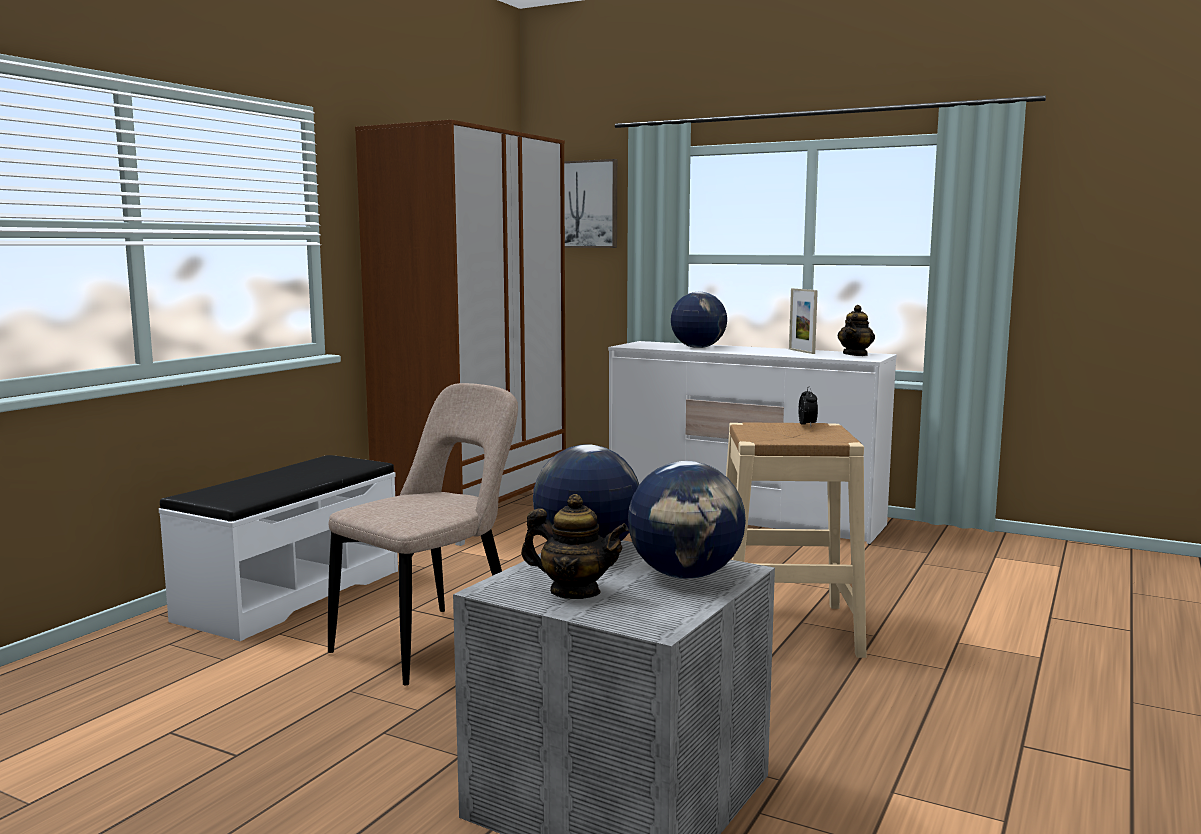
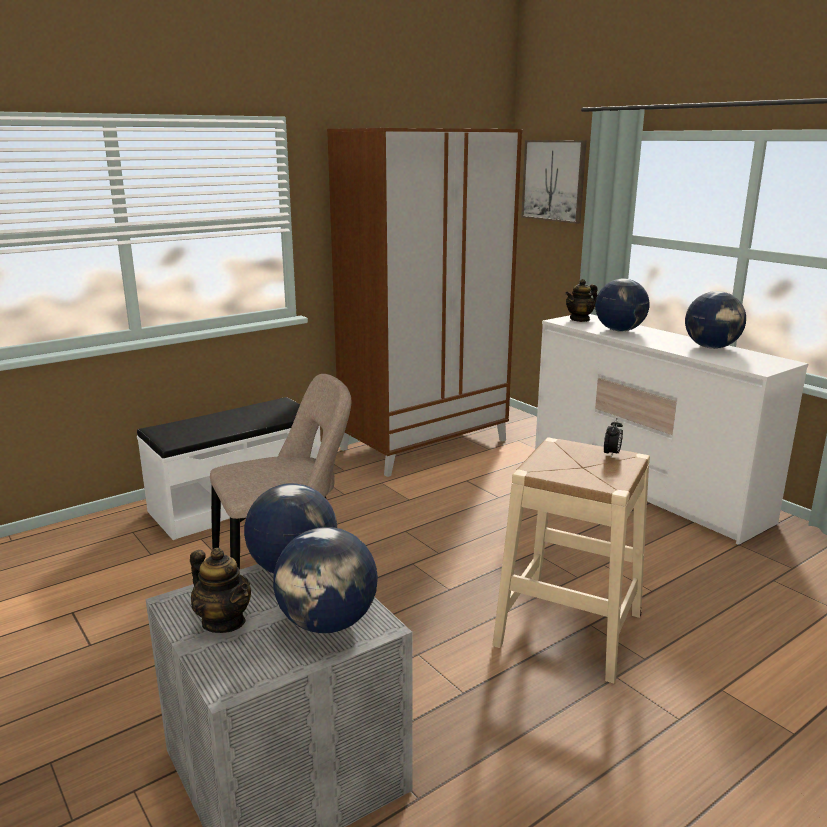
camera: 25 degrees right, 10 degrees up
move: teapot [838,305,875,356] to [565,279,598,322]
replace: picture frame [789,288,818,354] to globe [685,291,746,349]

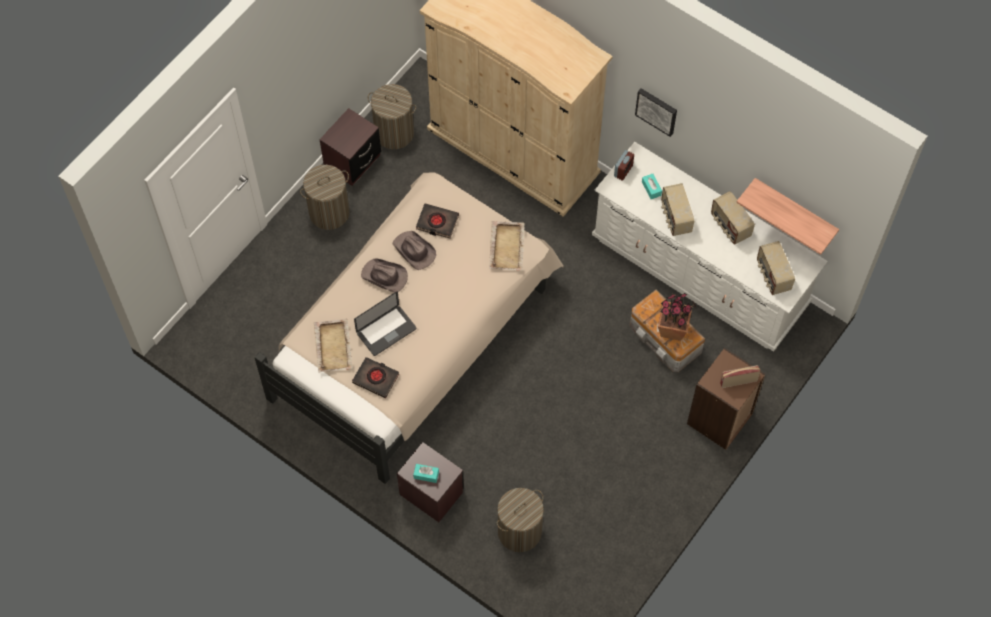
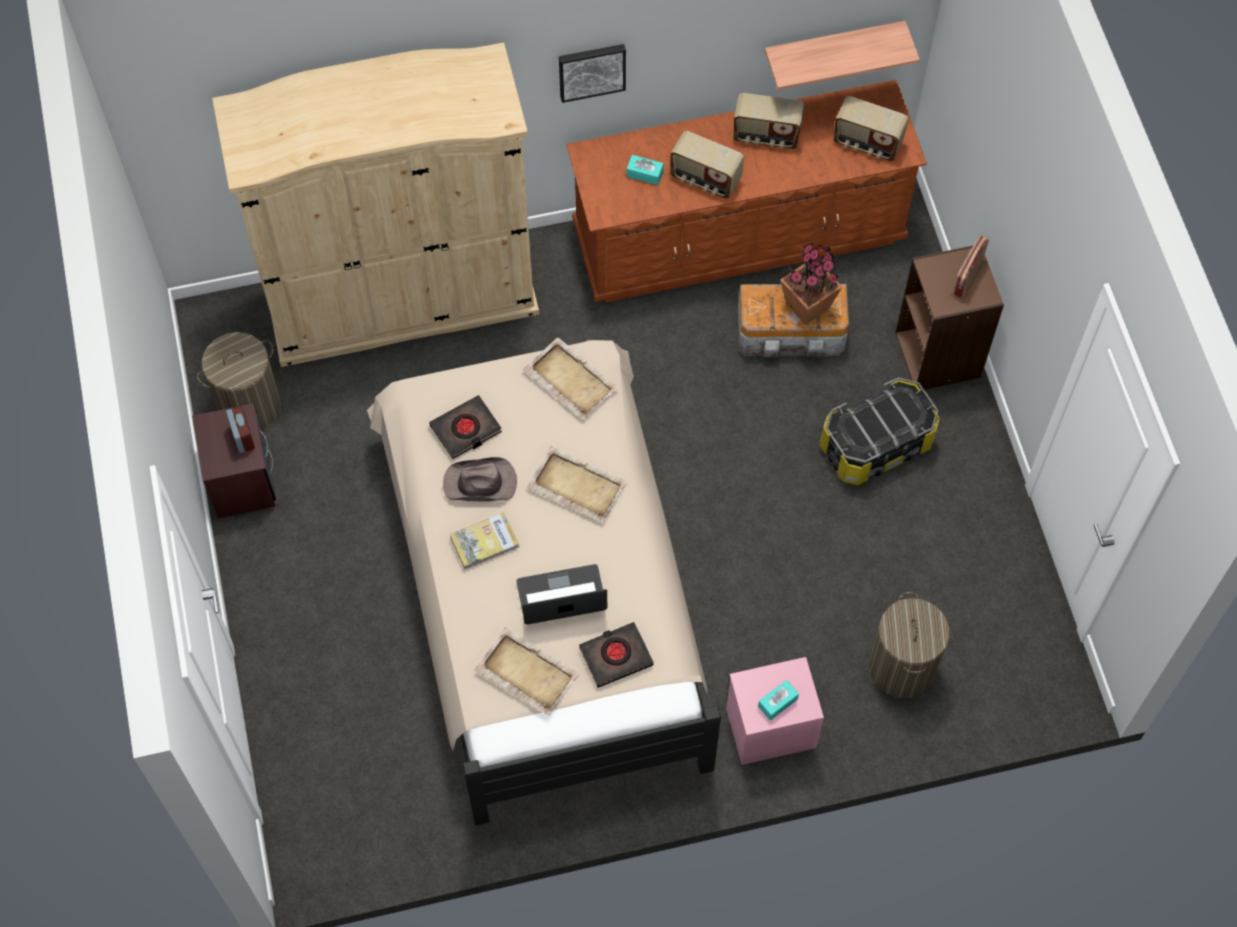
camera: 50 degrees left, 0 degrees up
delete: laundry basket [300,165,350,230]
insert: tray/beige [527,446,628,523]; storage box [820,377,939,485]
move: alarm clock [614,150,634,181] to [226,406,255,453]
replace: hat/brown [361,258,408,293] to book [450,512,520,570]
recolor: nightstand/brown [397,442,464,522] to nightstand/pink [726,657,824,765]; dresser/white [592,142,828,352] to dresser/brown [566,80,927,302]
rotate: laptop [354,291,416,356] = [517,564,607,625] 105 degrees counterclockwise

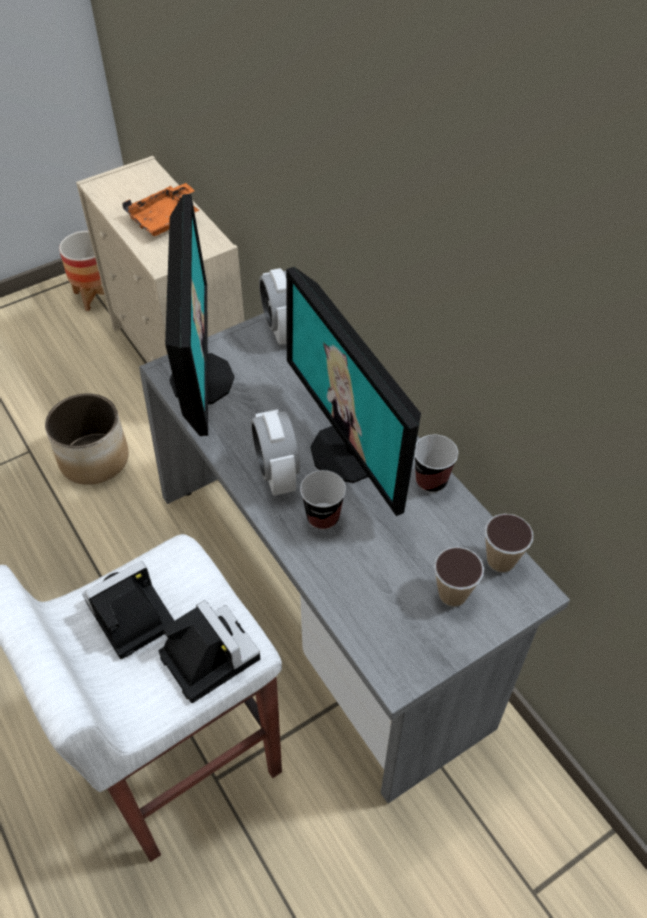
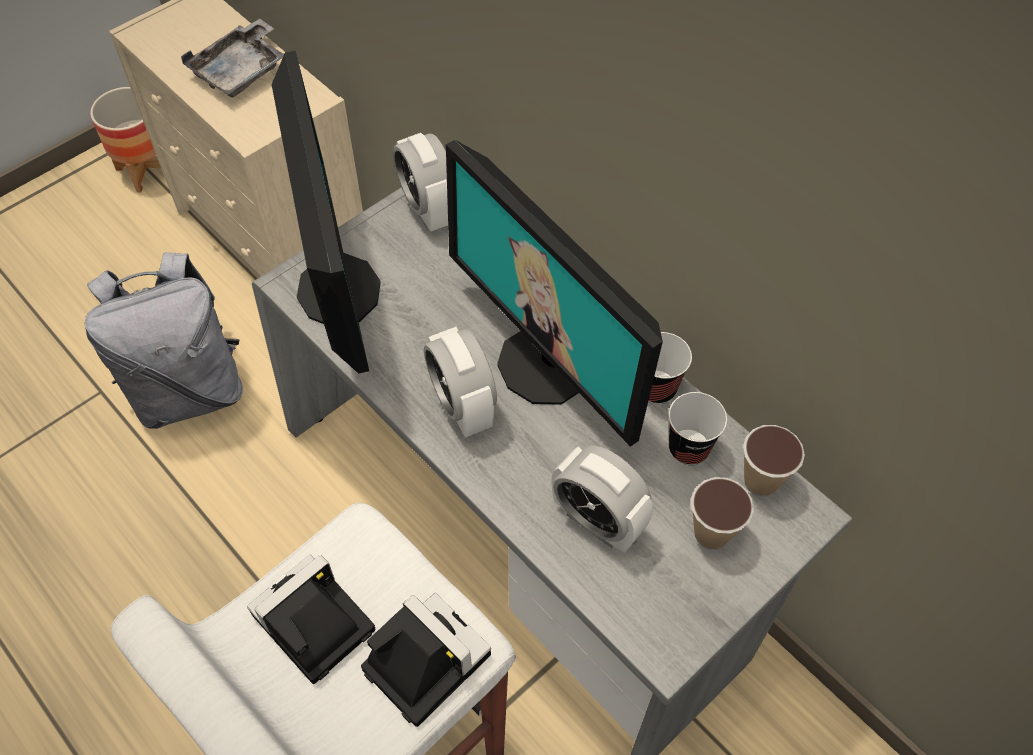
camera: 10 degrees left, 5 degrees up
insert: alarm clock [552,445,653,553]
move: cup [300,470,346,530] to [669,392,727,465]
replace: planter [45,393,129,485] to backpack/grey [85,252,243,429]
recolor: tray/orange [122,183,199,236] to tray/grey [181,19,284,98]

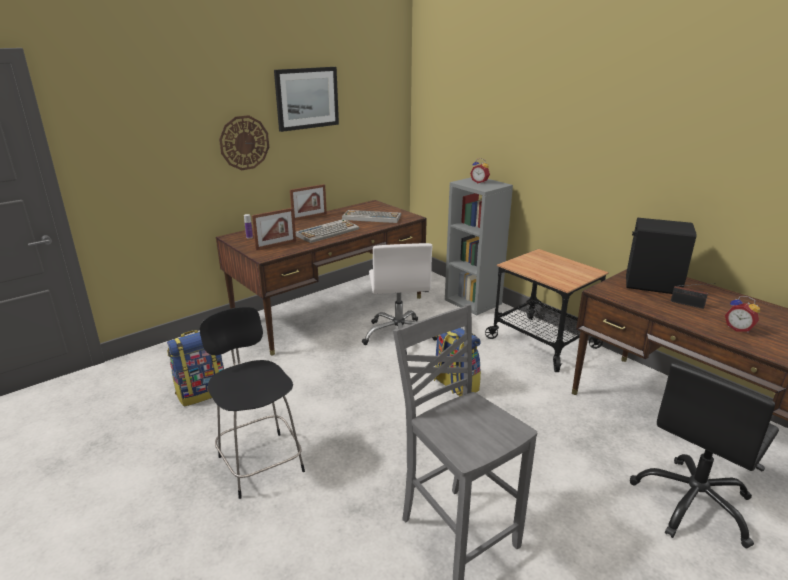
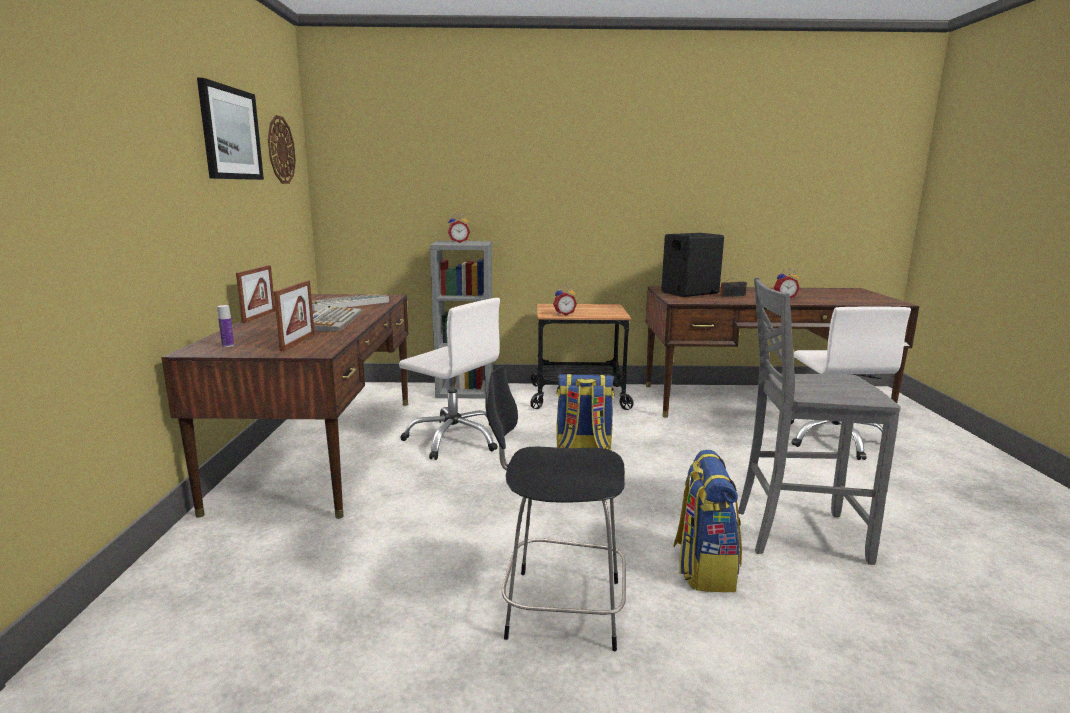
camera: 50 degrees left, 10 degrees down
insert: alarm clock [553,285,577,315]
move: backpack [167,330,224,407] to [673,450,742,592]; wall clock [219,115,269,170] to [268,115,296,184]
recolor: office chair/black [630,363,779,548] to office chair/white [791,307,911,460]

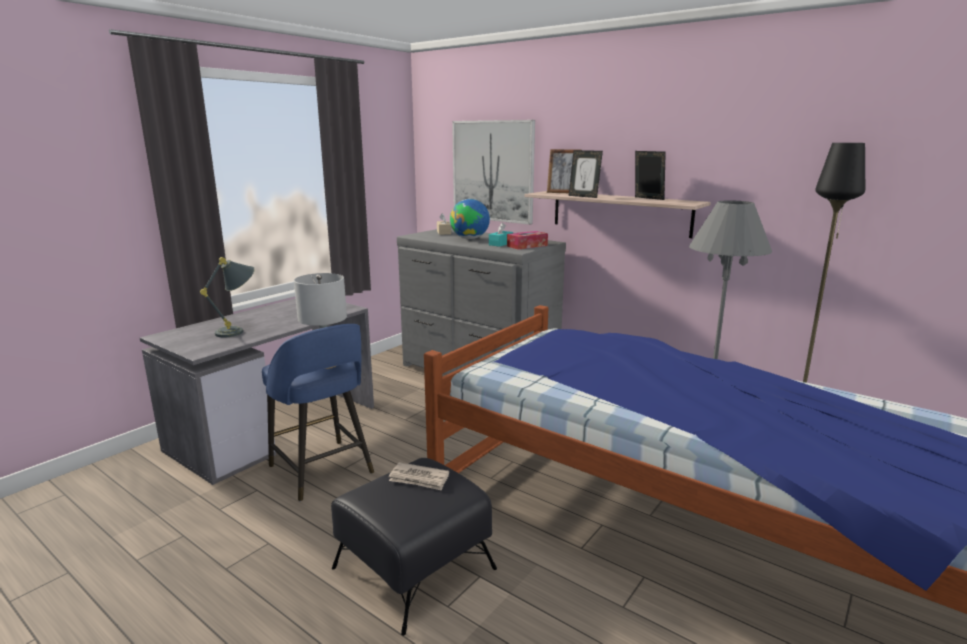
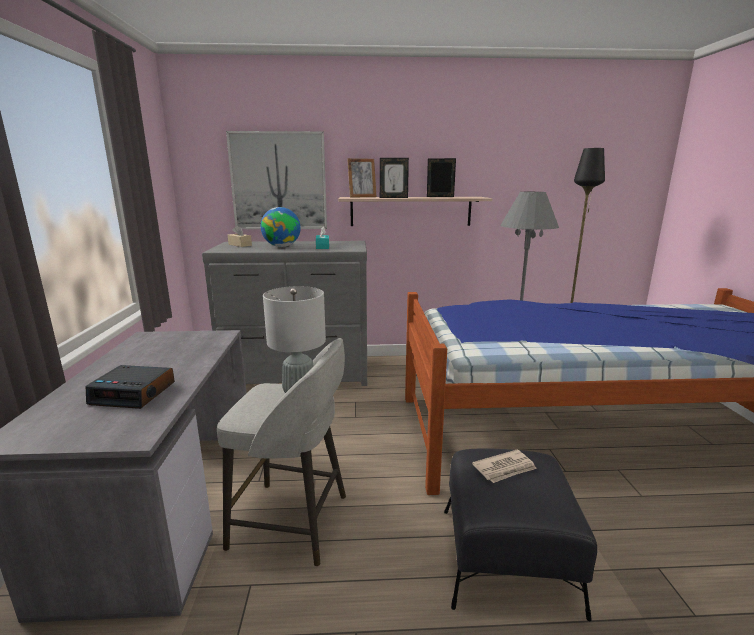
camera: 40 degrees left, 0 degrees up
delete: tissue box [507,231,548,250]
replace: table lamp/grey [200,257,255,338] to alarm clock [86,365,175,409]
recolor: stool/blue [262,324,374,501] to stool/grey [217,338,346,566]

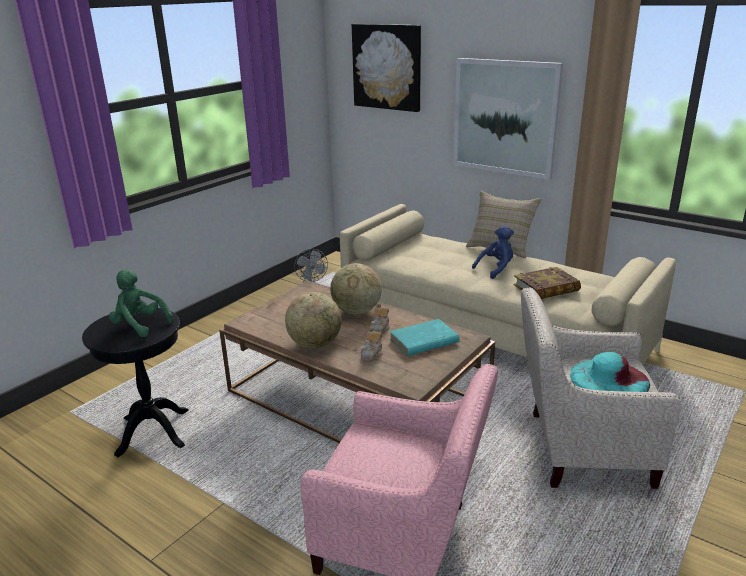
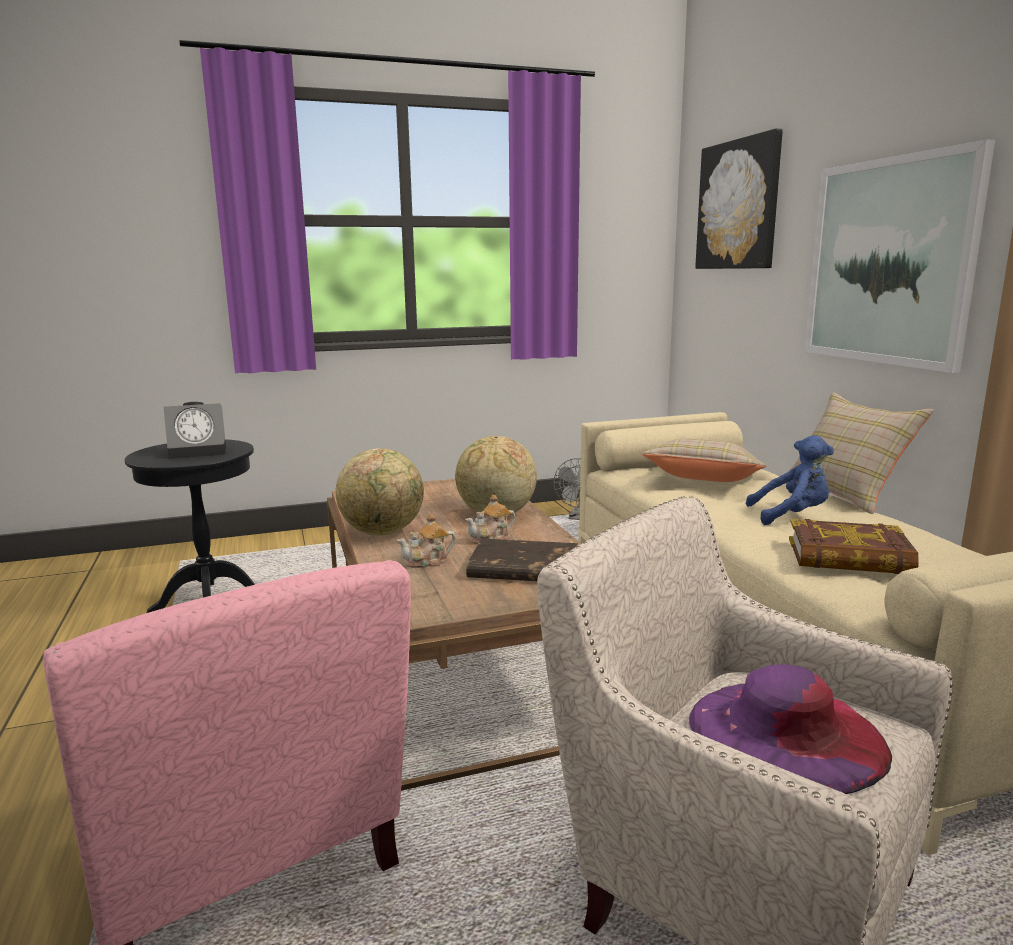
camera: 35 degrees right, 10 degrees down
insert: pillow/beige [642,439,766,482]
replace: plush toy/green [109,270,174,337] to alarm clock [164,402,226,459]
recolor: book/turquoise [389,319,460,356] to book/brown [466,538,578,581]; hat/turquoise [570,352,650,392] to hat/purple [689,664,892,794]

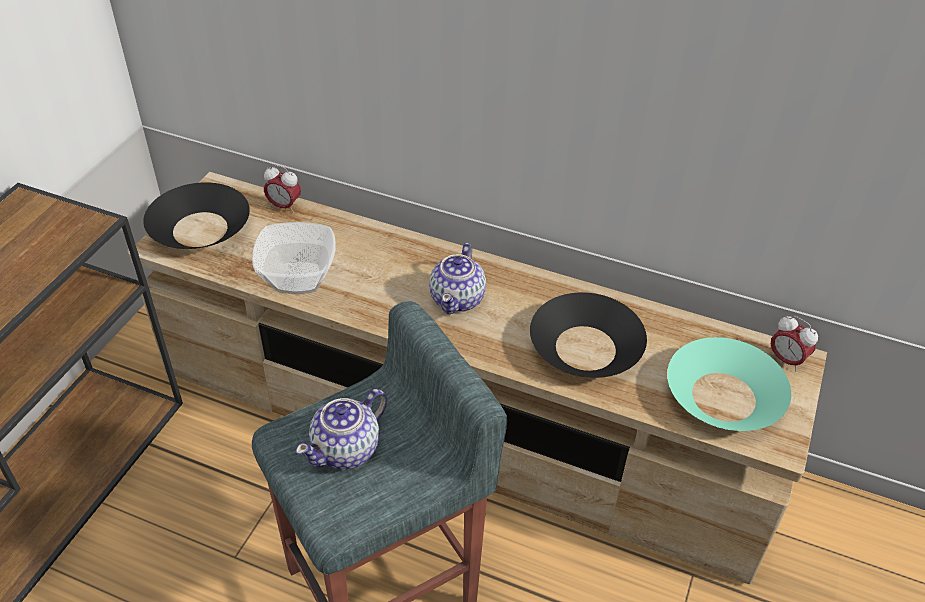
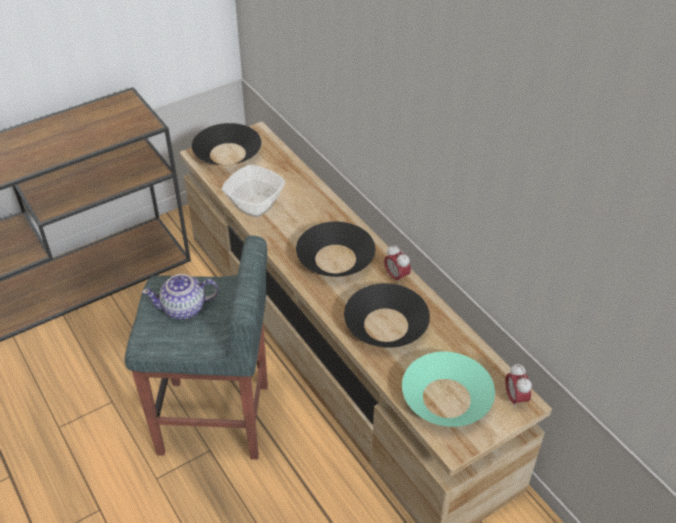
camera: 35 degrees right, 0 degrees up
move: alarm clock [264,165,301,213] to [384,245,411,285]
replace: teapot [429,243,486,314] to bowl/black [296,222,375,277]

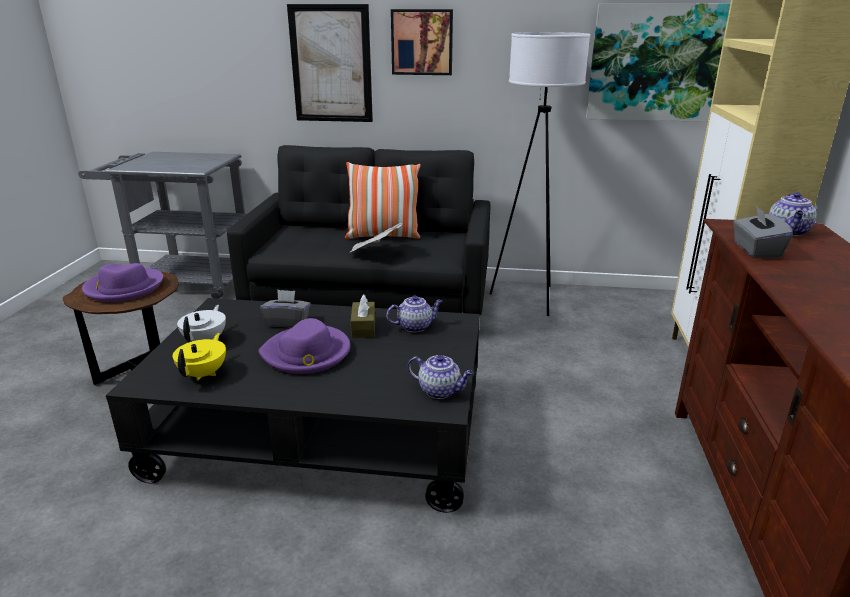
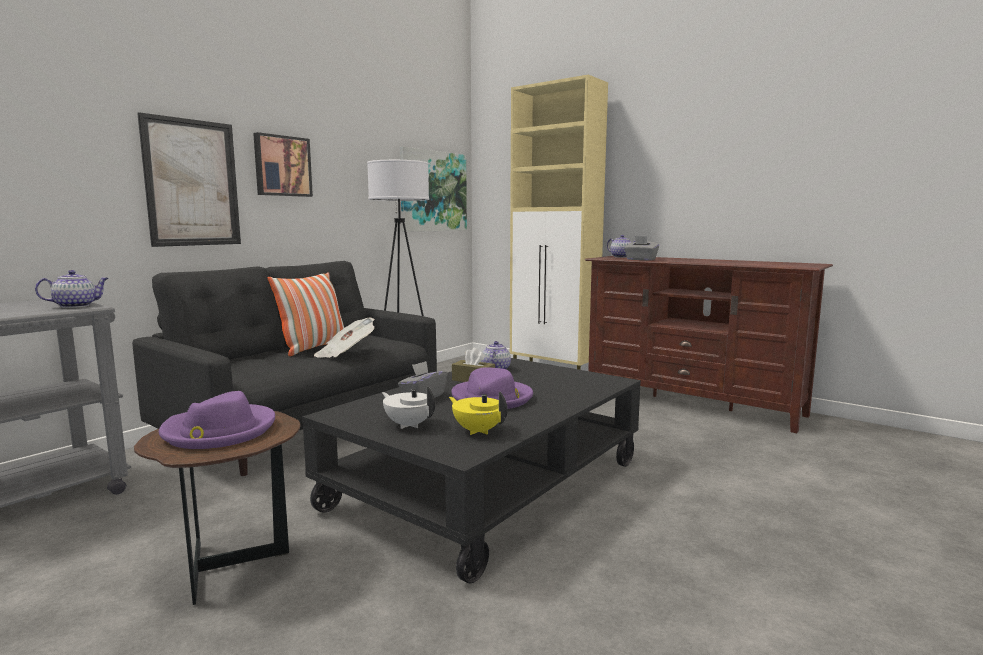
camera: 60 degrees left, 15 degrees down
move: teapot [408,355,473,399] to [35,270,109,308]

